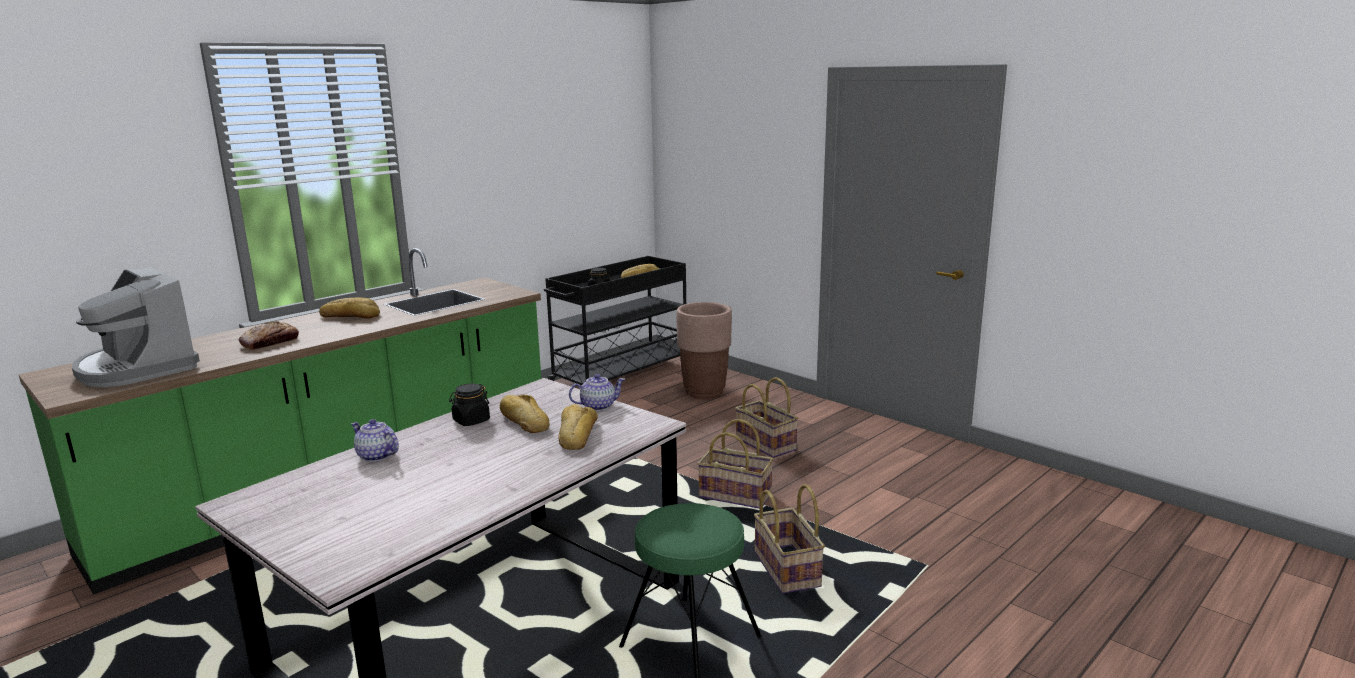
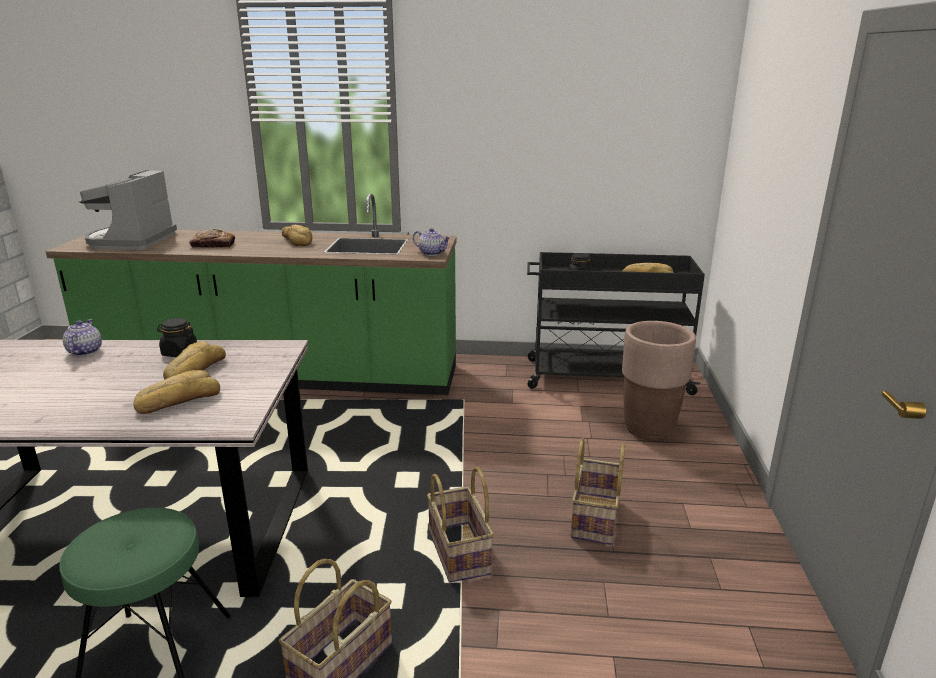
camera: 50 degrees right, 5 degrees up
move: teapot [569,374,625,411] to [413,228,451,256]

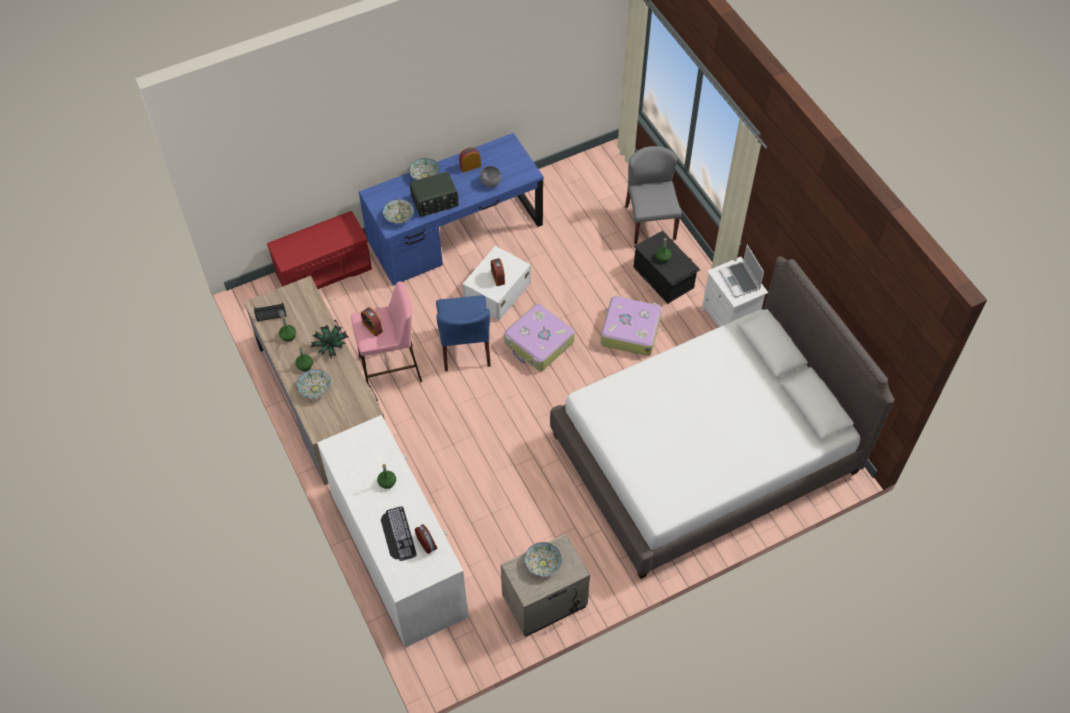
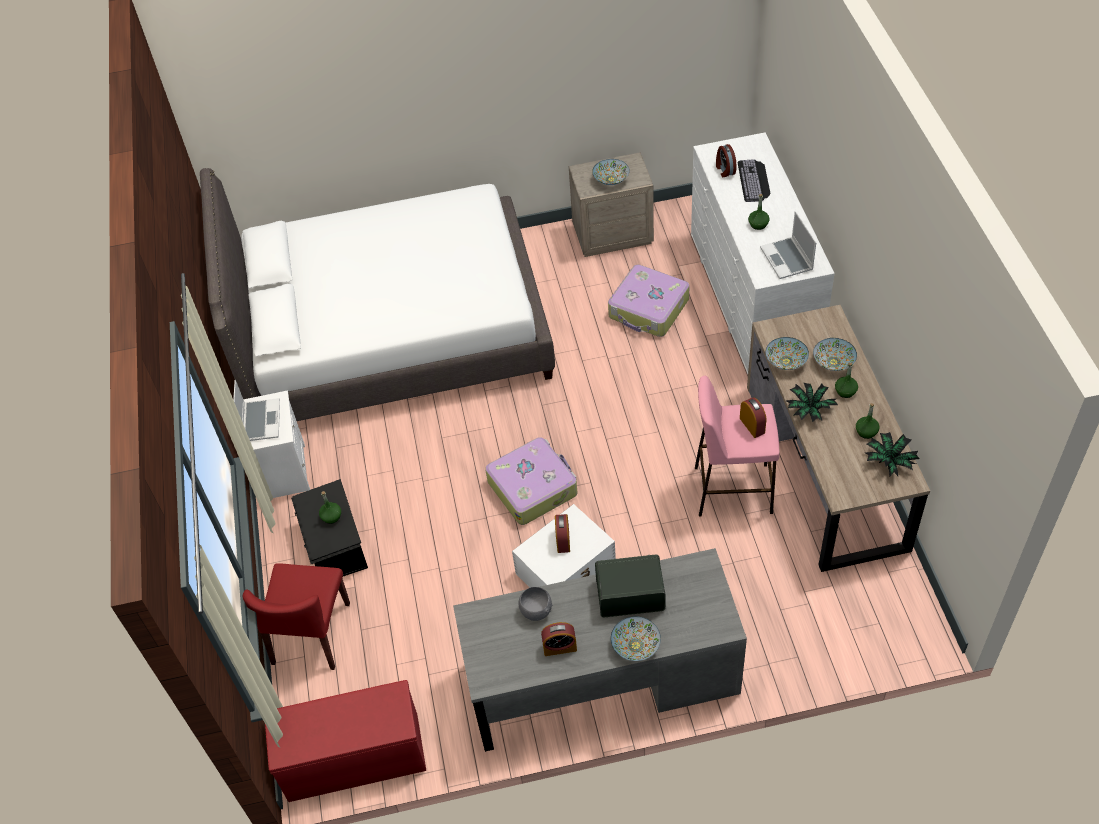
camera: 160 degrees left, 5 degrees down
delete: chair/blue [436,295,491,371]
insert: laptop [760,211,816,279]
move: bench/red [267,211,372,289] to [265,680,426,802]; bowl [383,199,414,224] to [765,337,809,370]; suitcase [601,296,662,356] to [608,265,690,337]
replace: radio [254,303,286,321] to potted plant [865,432,920,476]
recolor: desk/blue [359,133,544,286] to desk/grey [453,548,747,752]; chair/grey [625,146,682,244] to chair/red [243,563,350,670]

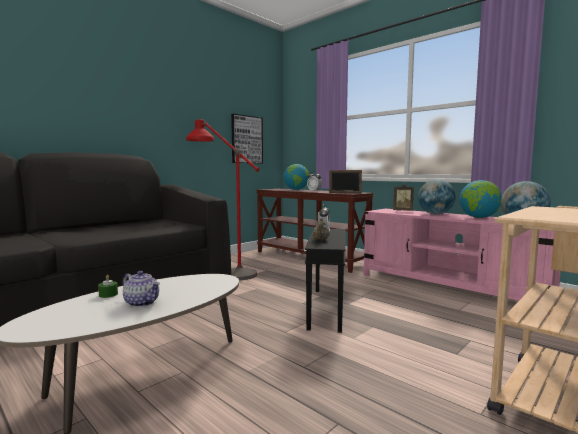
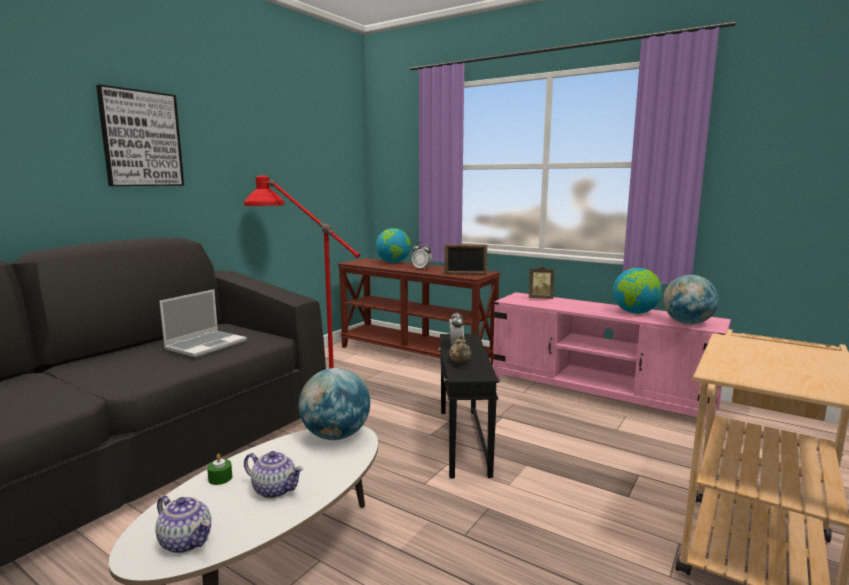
camera: 10 degrees left, 5 degrees up
insert: teapot [156,495,211,553]; laptop [159,289,247,357]
move: picture [231,114,263,163] to [96,84,184,186]; globe [418,179,456,214] to [299,368,370,440]

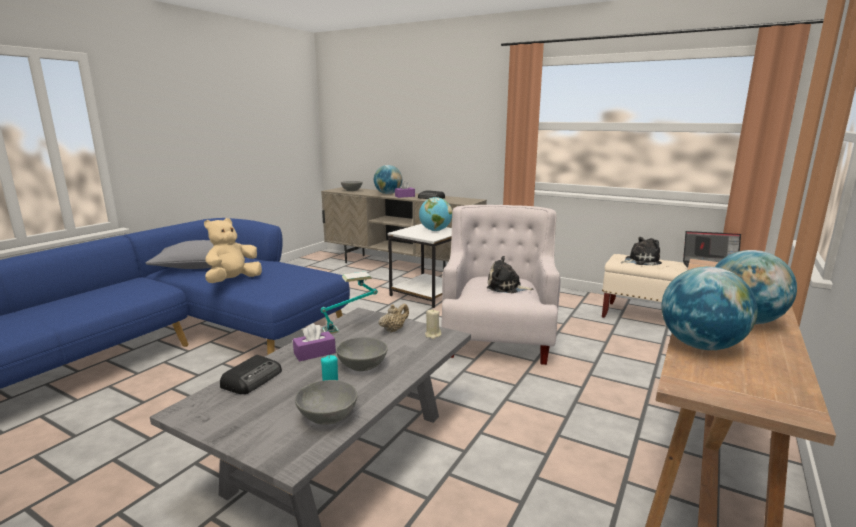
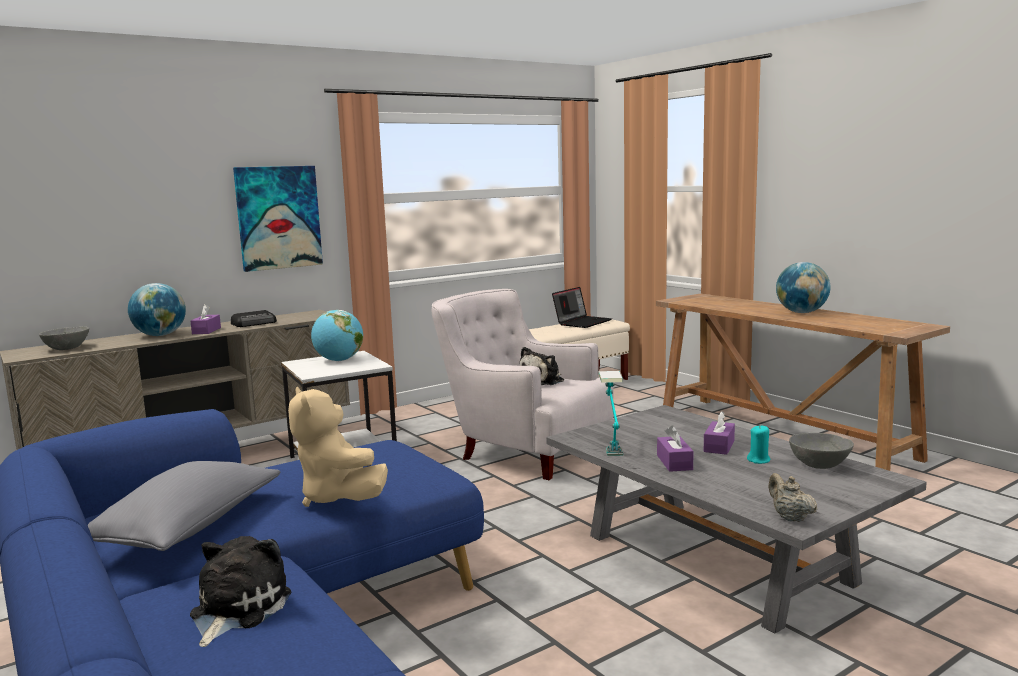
camera: 65 degrees left, 5 degrees down
delete: radio [220,355,282,394]; candle/beige [425,310,441,339]; globe [661,266,758,350]
insert: picture [233,166,323,272]
move: teapot/beige [379,304,409,333] to [769,473,818,522]; plush toy [621,237,662,266] to [190,536,292,647]
replace: bowl/grey [336,337,388,371] to tissue box/purple [704,411,735,455]

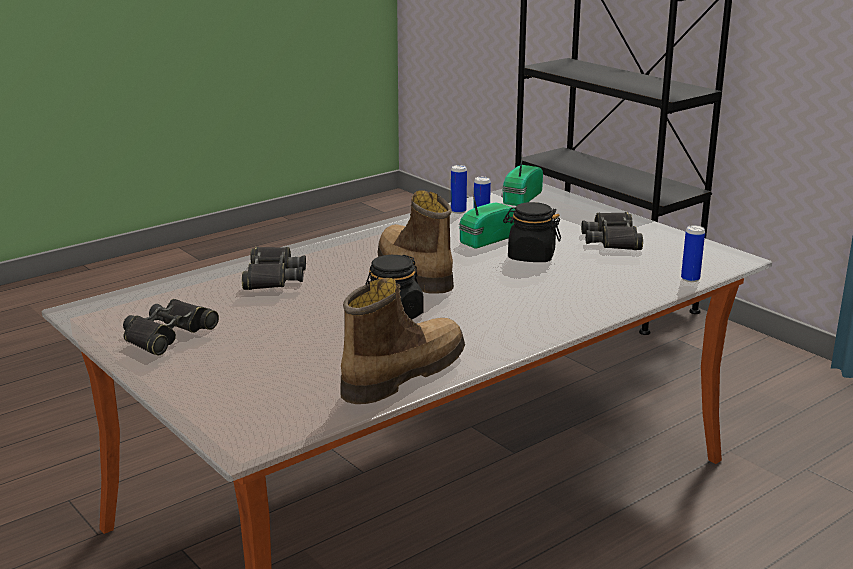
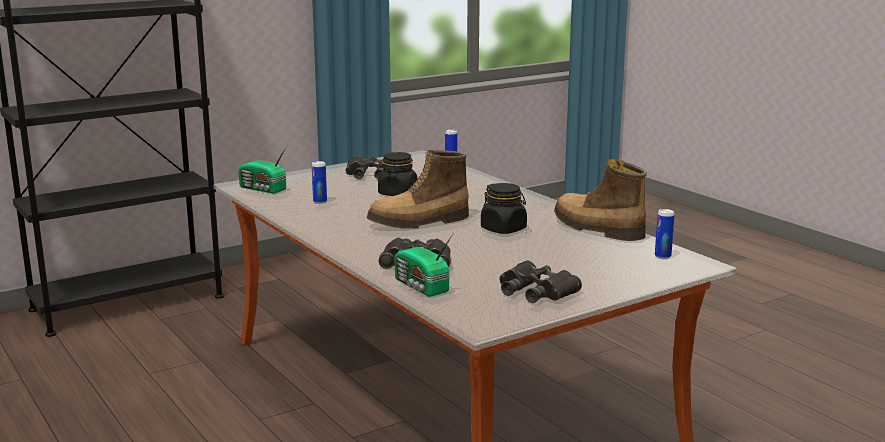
camera: 85 degrees left, 5 degrees down
move: can [451,165,467,214] to [655,209,675,259]; radio [459,191,515,249] to [394,234,453,297]

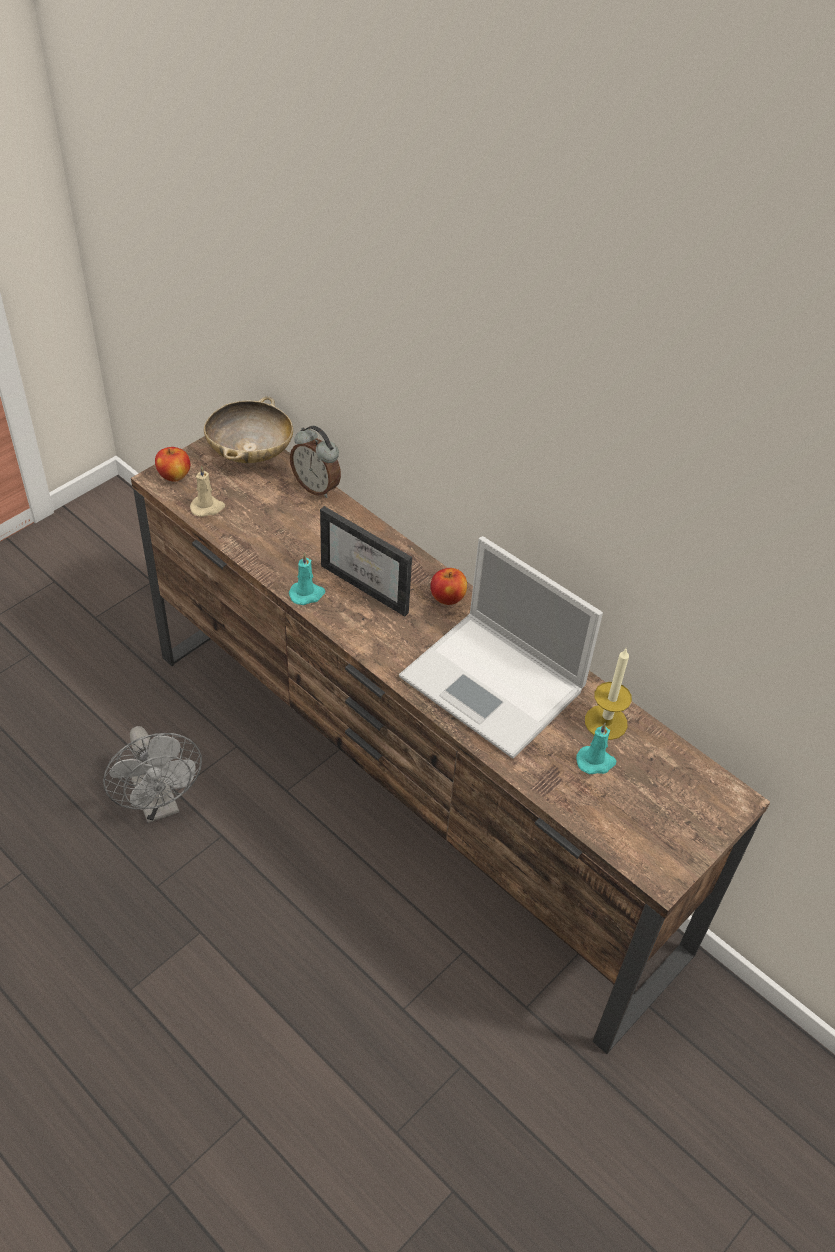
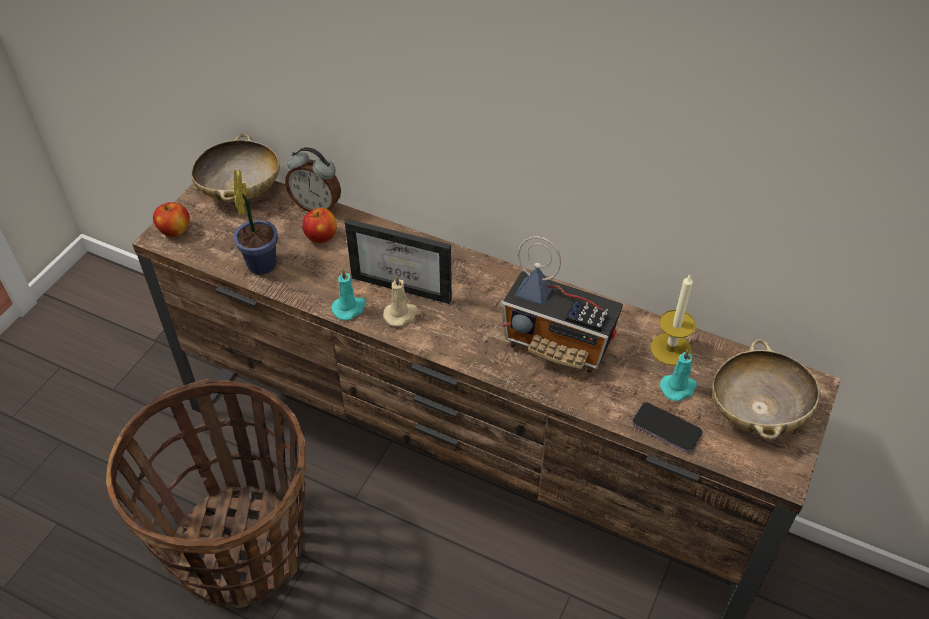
camera: 15 degrees left, 0 degrees up
insert: potted plant [234,169,278,275]; phone [632,402,703,453]; bowl/beige [712,339,820,440]
move: candle/beige [190,465,225,517] to [383,275,418,326]; apple [430,568,467,605] to [302,208,337,243]
replace: fan/grey [103,726,202,823] to basket [106,379,306,608]; laptop [399,536,603,759] to radio [502,236,623,373]

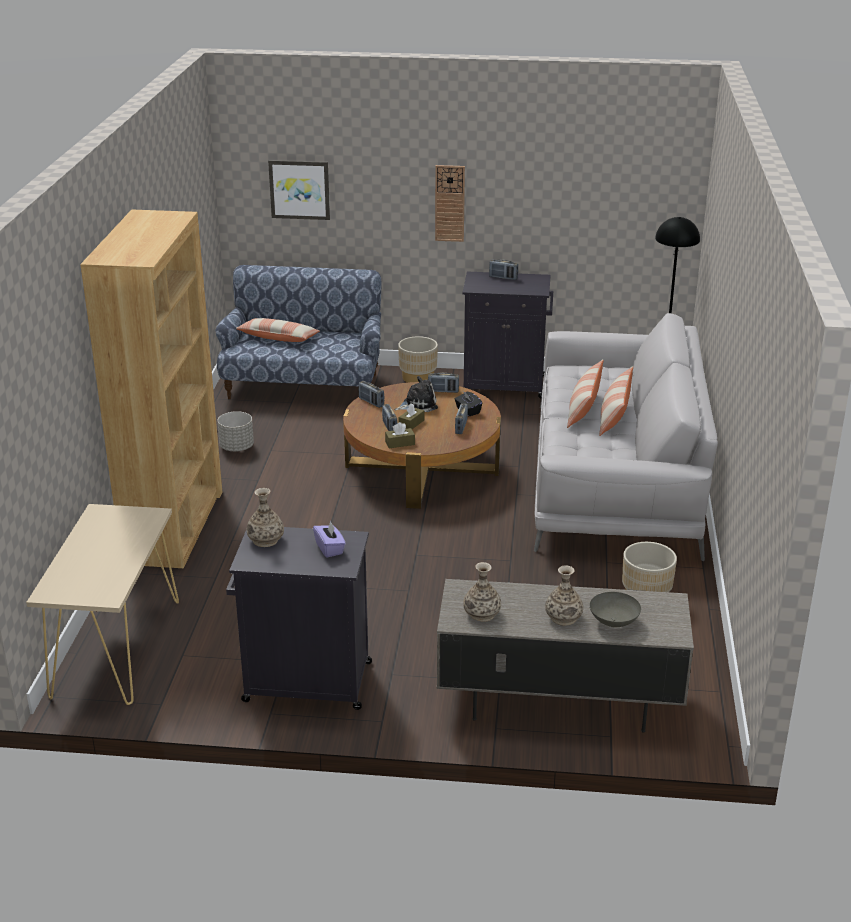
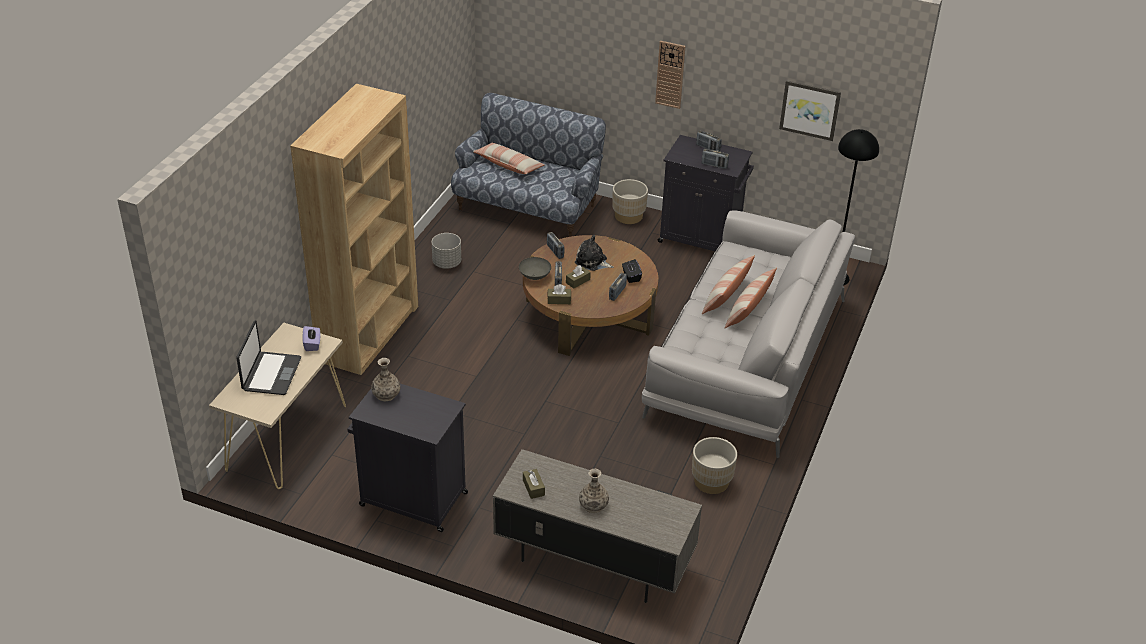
camera: 15 degrees right, 10 degrees up
insert: laptop [236,320,301,395]
move: picture [268,160,330,220] to [779,80,841,141]; tissue box/purple [313,521,346,558] to [303,326,320,351]; radio [428,373,459,393] to [702,149,729,169]; bowl/grey [590,592,641,627] to [519,257,551,280]
replace: vase [463,562,501,622] to tissue box/brown [523,469,545,499]
rotate: plush toy [395,376,438,412] = [575,235,614,271] 150 degrees counterclockwise

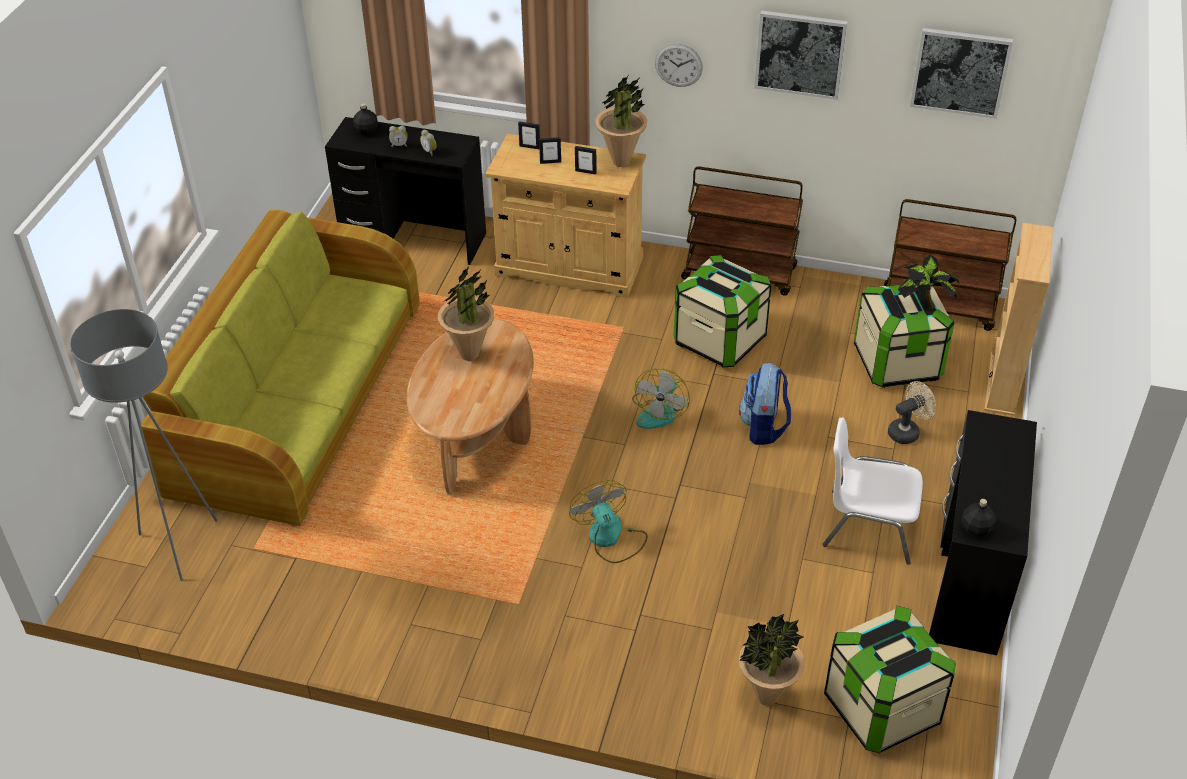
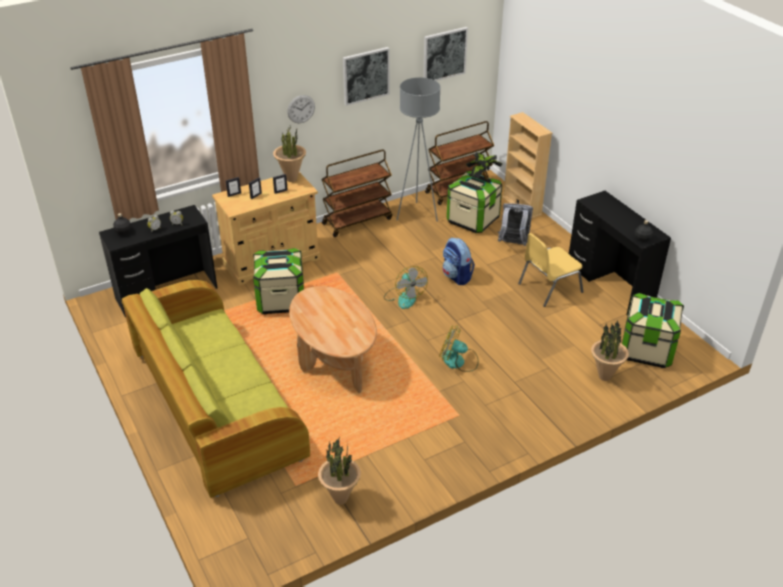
camera: 45 degrees left, 5 degrees down
move: floor lamp/grey [70,309,218,581] to [397,77,441,222]; potted plant [438,266,494,361] to [318,437,361,505]; storage box [674,255,771,368] to [253,248,304,315]
replace: fan/beige [888,381,936,444] to backpack/grey [498,204,533,246]
recolor: chair/white [822,418,923,564] to chair/yellow [518,233,583,307]

